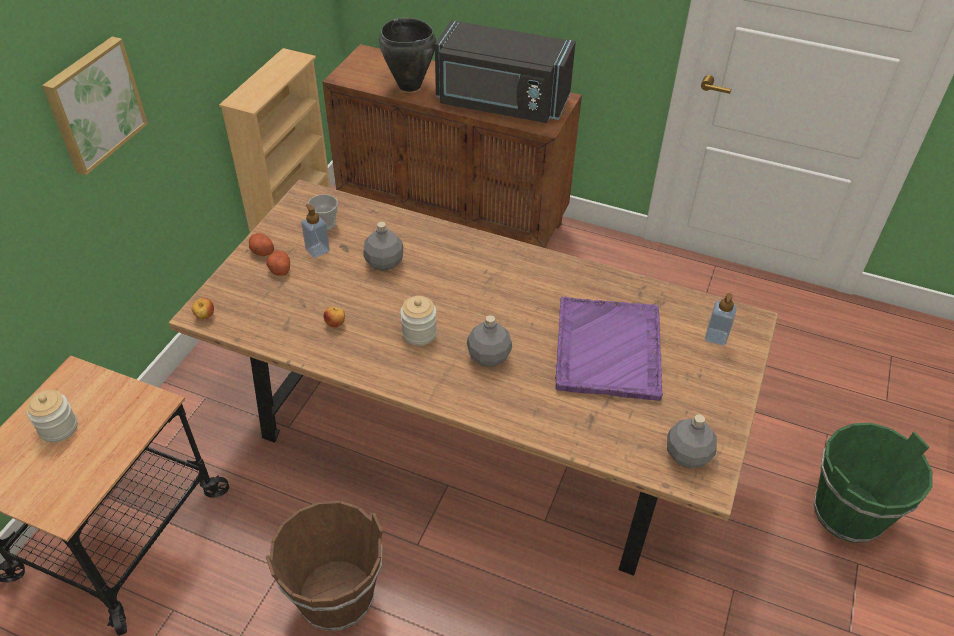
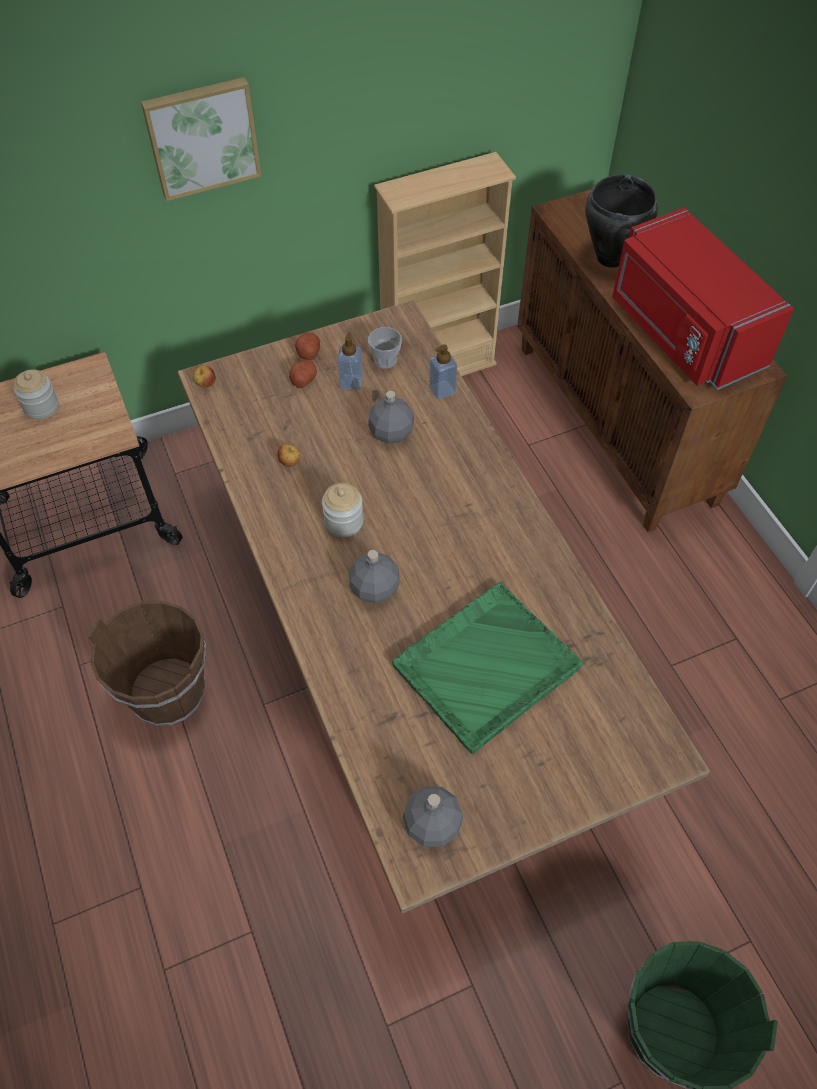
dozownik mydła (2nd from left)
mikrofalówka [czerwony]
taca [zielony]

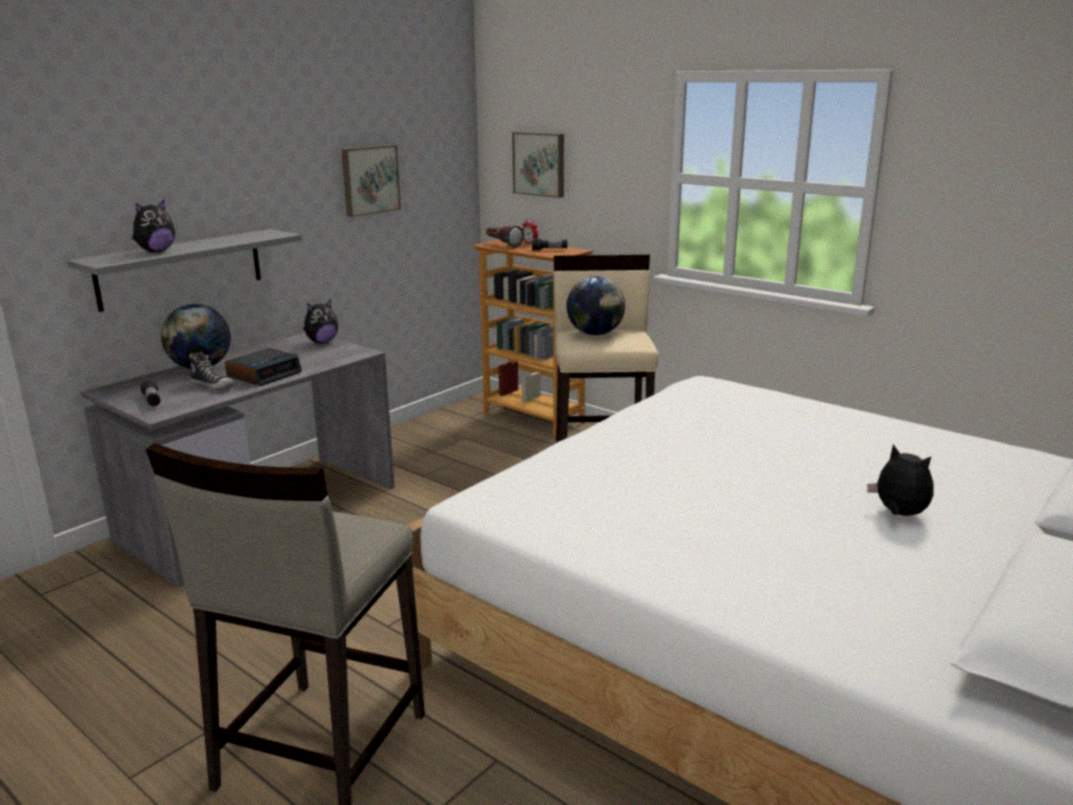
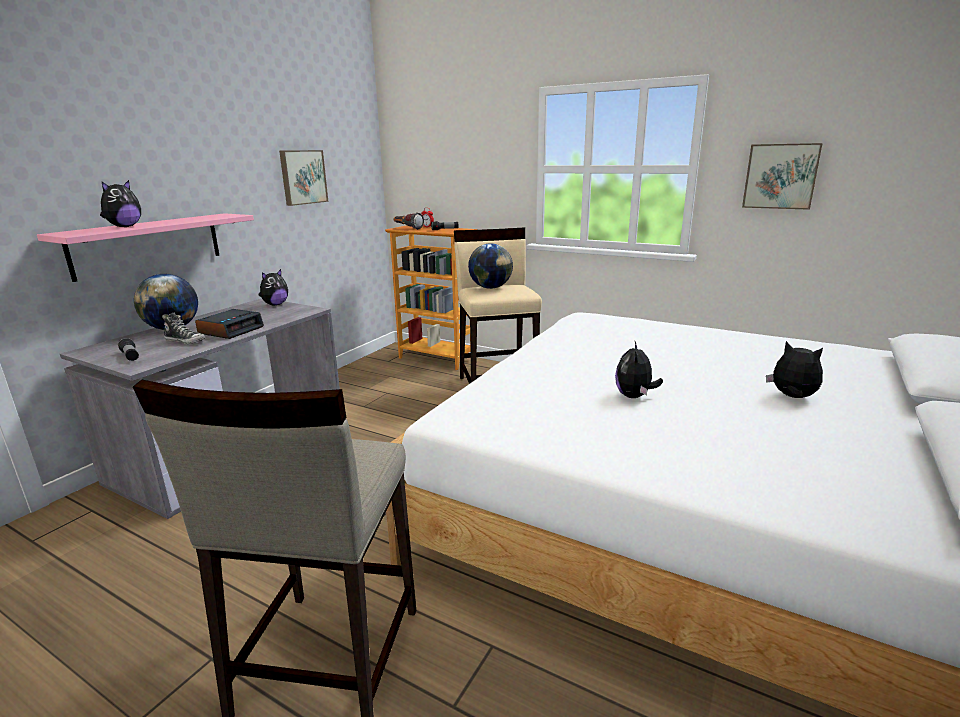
pluszak (3rd from left)
obraz (2nd from left)
półka [różowy]

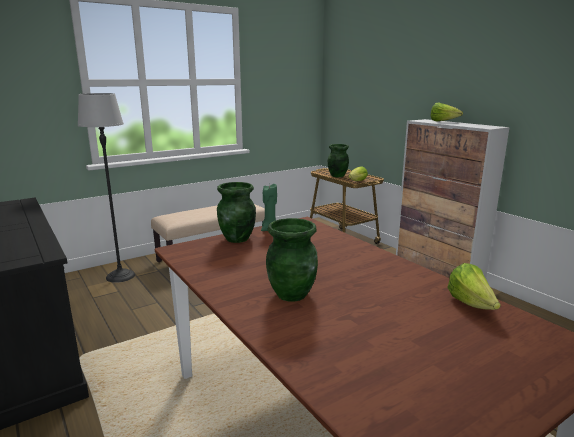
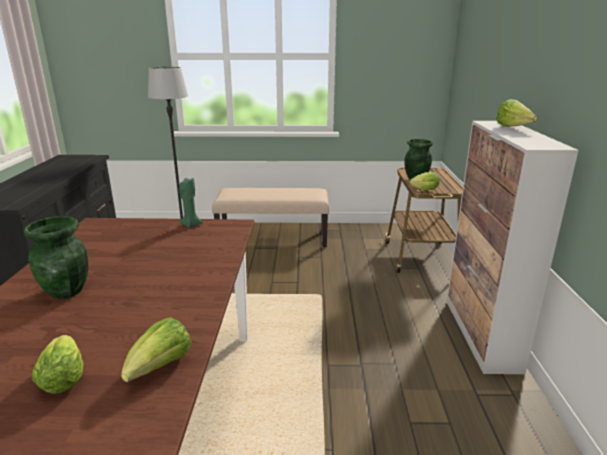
wazon [zielony] (1st from left in the first image)
sałata (1st from left)

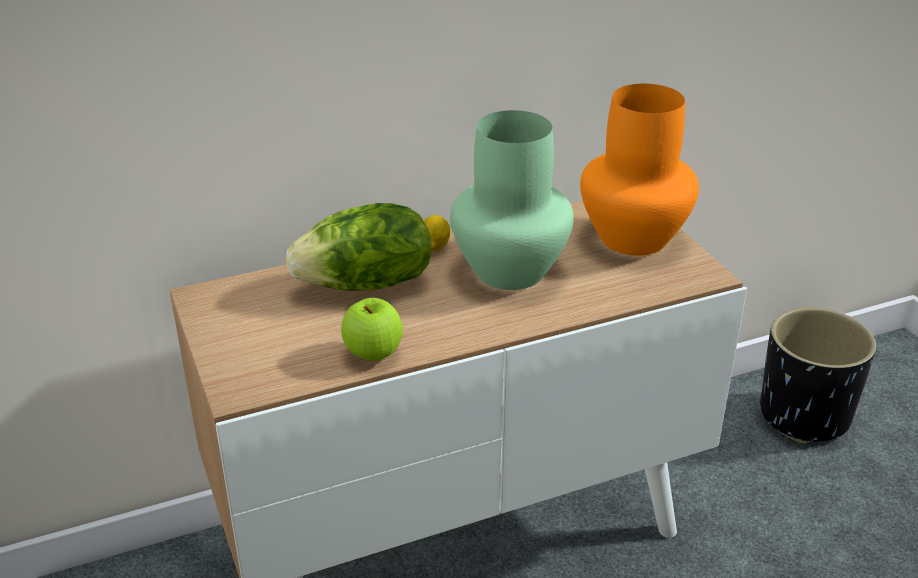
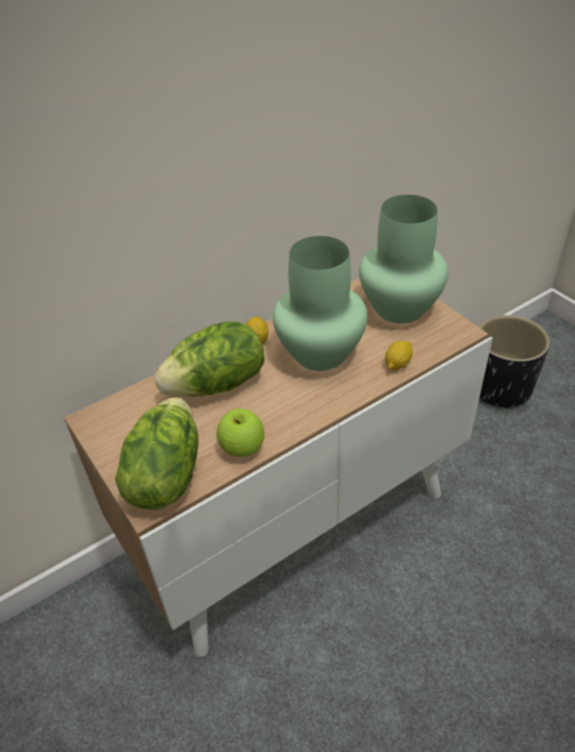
sałata (1st from left)
cytryna (2nd from left)
wazon [zielony] (2nd from left)

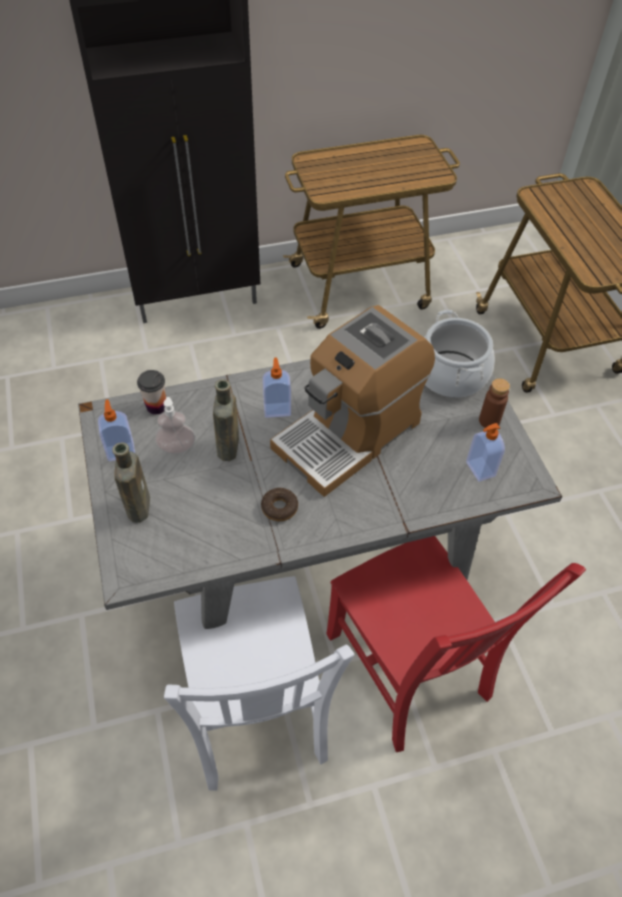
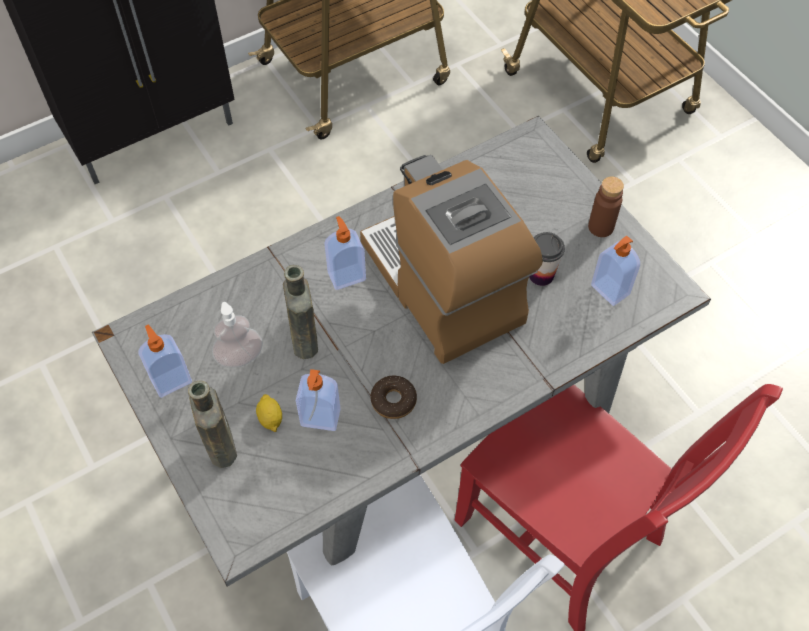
garnek
cytryna
dozownik mydła (3rd from left)
filiżanka
ekspres do kawy

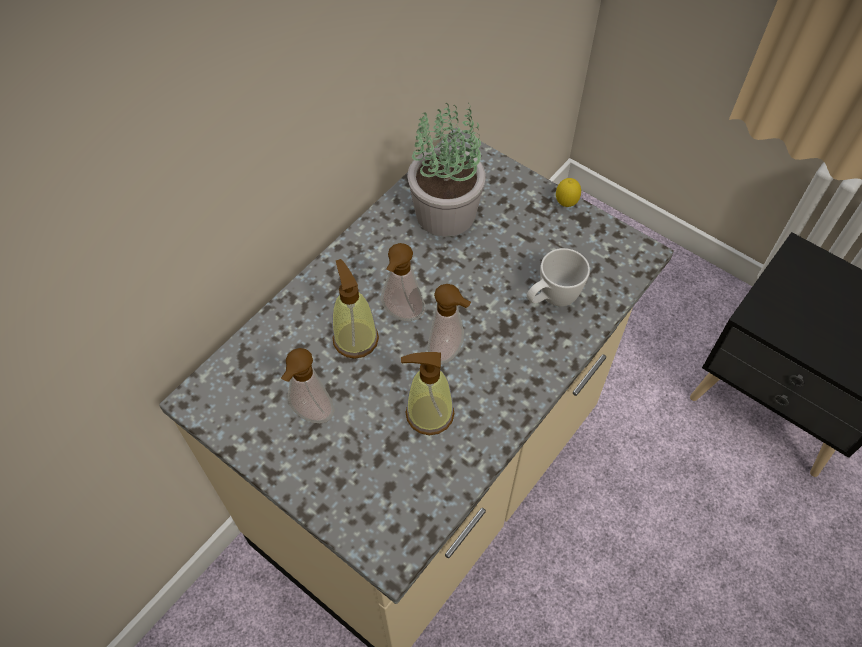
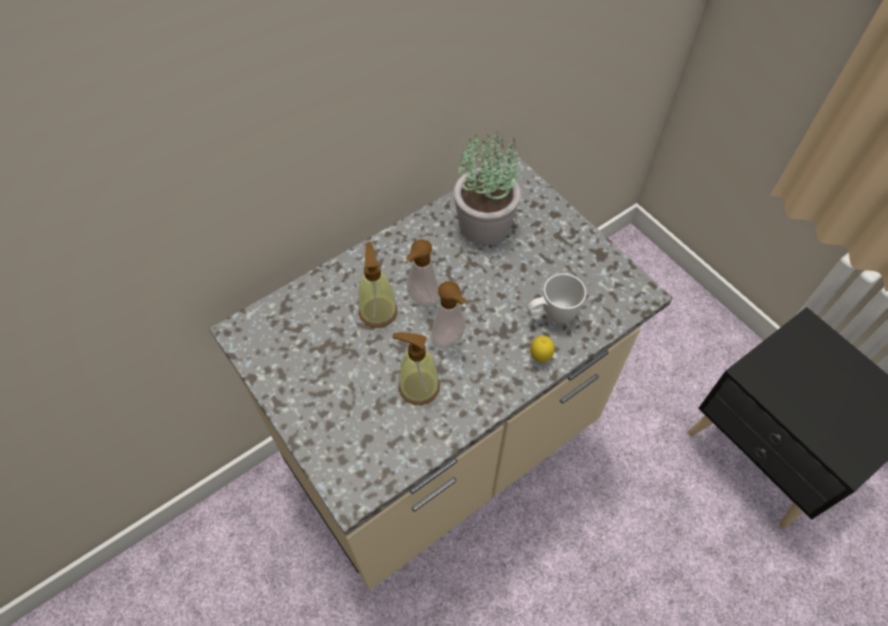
dozownik mydła (1st from left in the first image)
cytryna

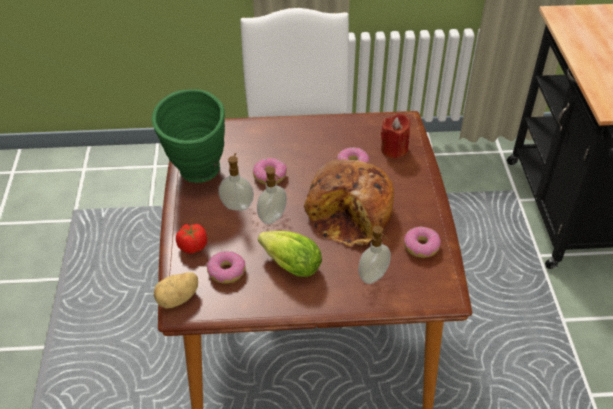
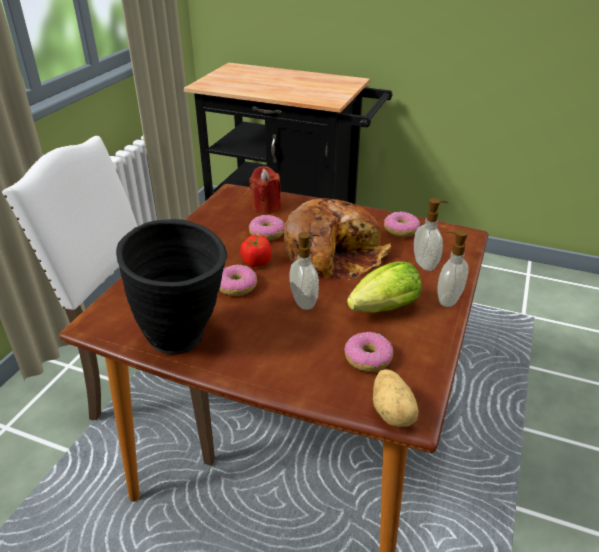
pomidor
dozownik mydła (3rd from left)
wazon [czarny]

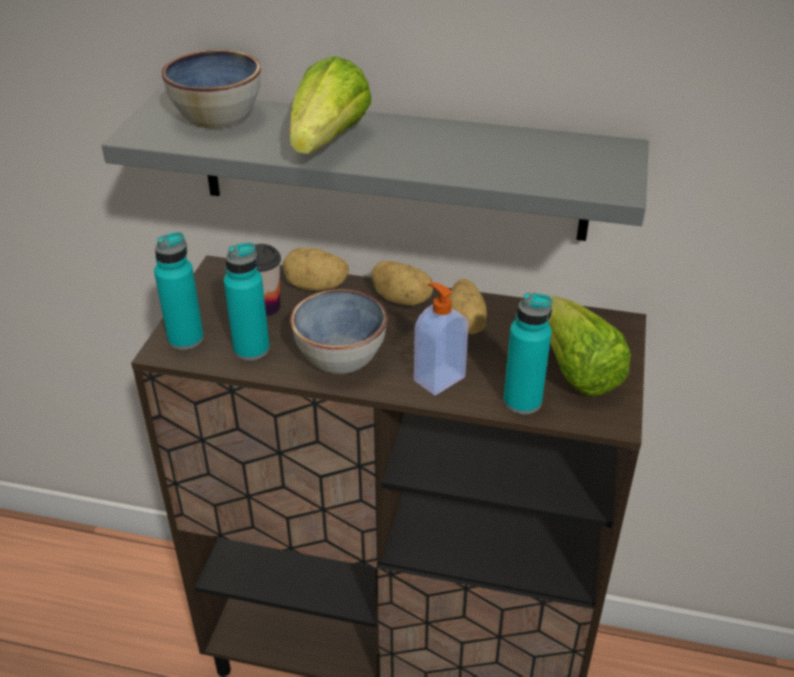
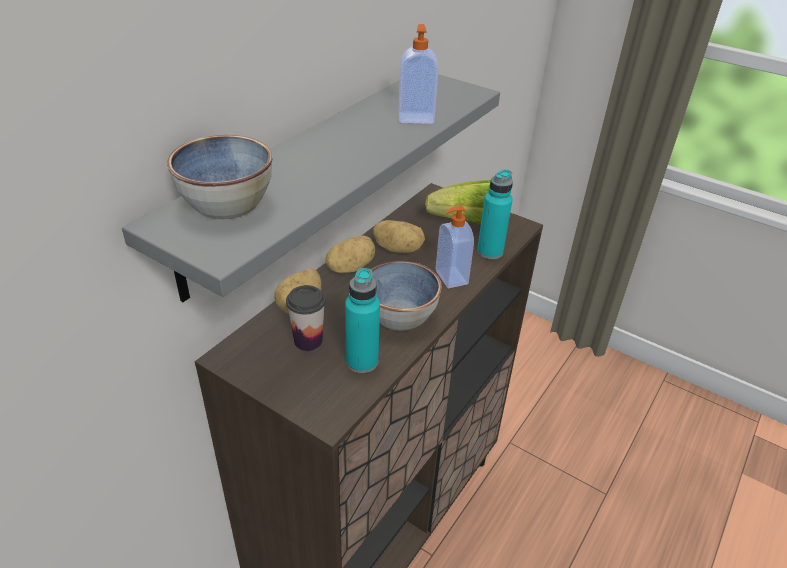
butelka [turkusowy] (1st from left in the first image)
sałata (1st from left in the first image)
dozownik mydła (1st from left)

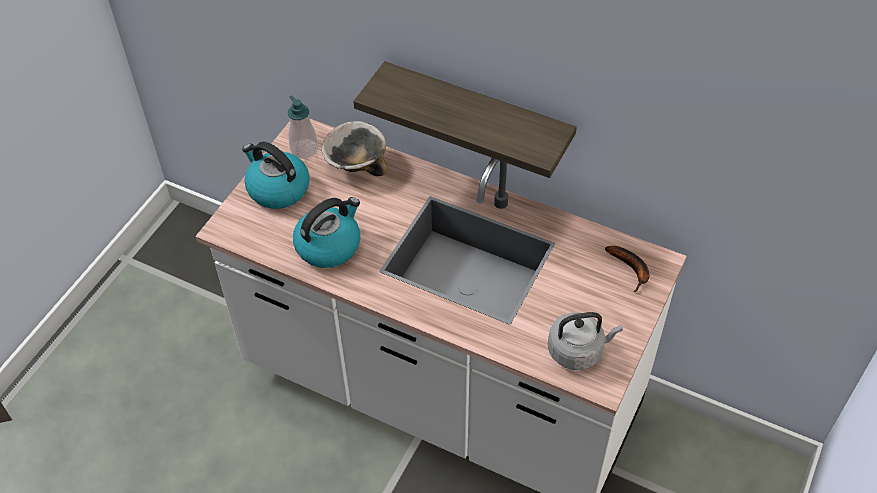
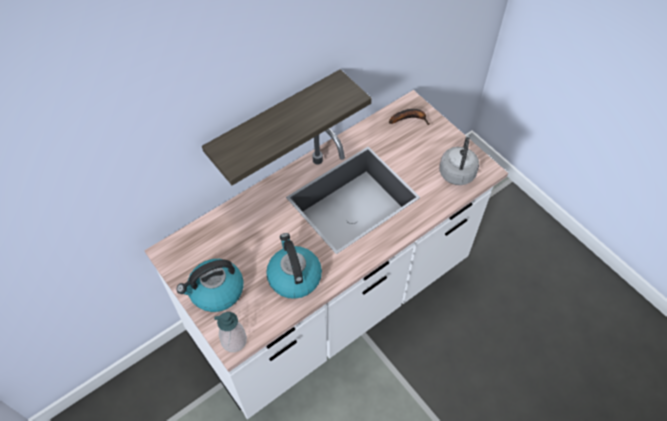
miska
dozownik mydła

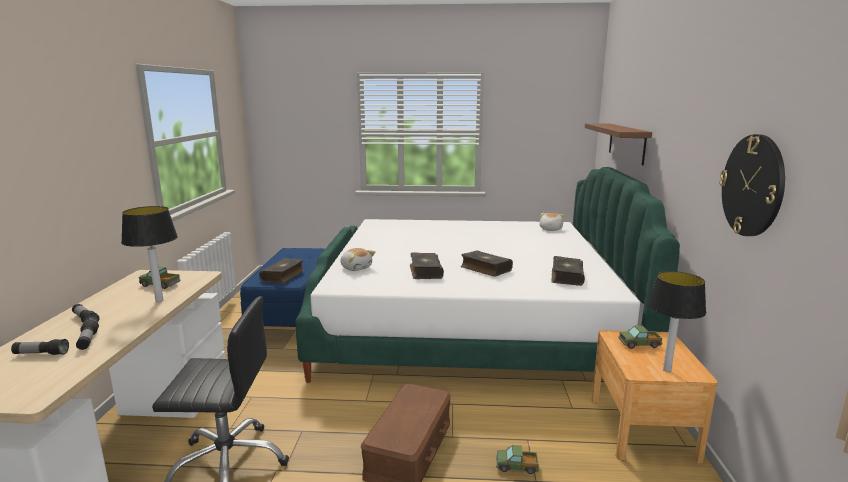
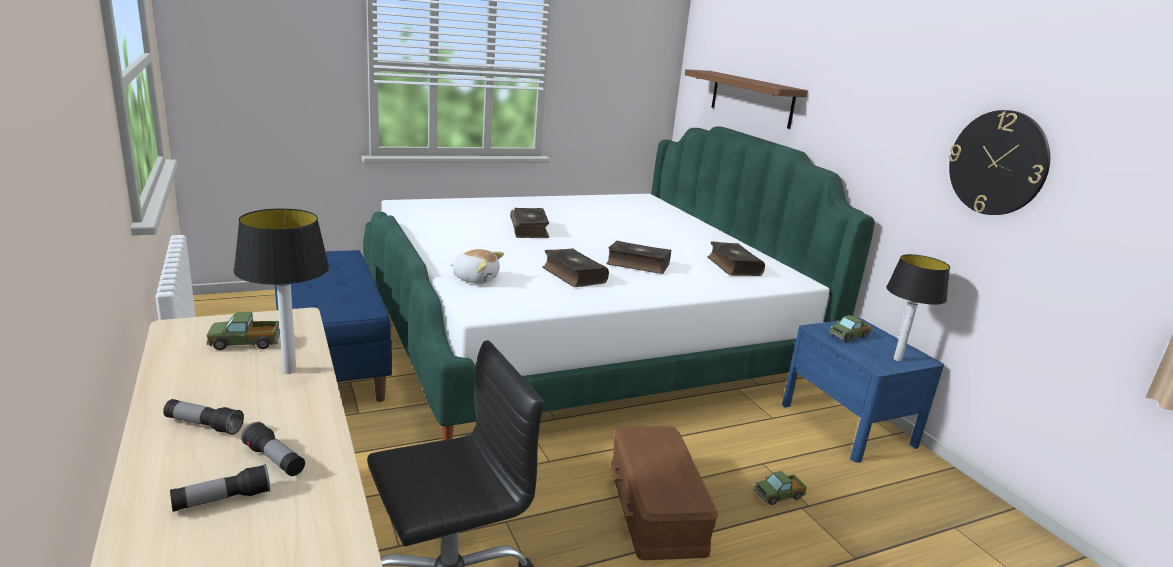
pluszak (2nd from left in the first image)
książka (1st from left)
szafka nocna [niebieski]

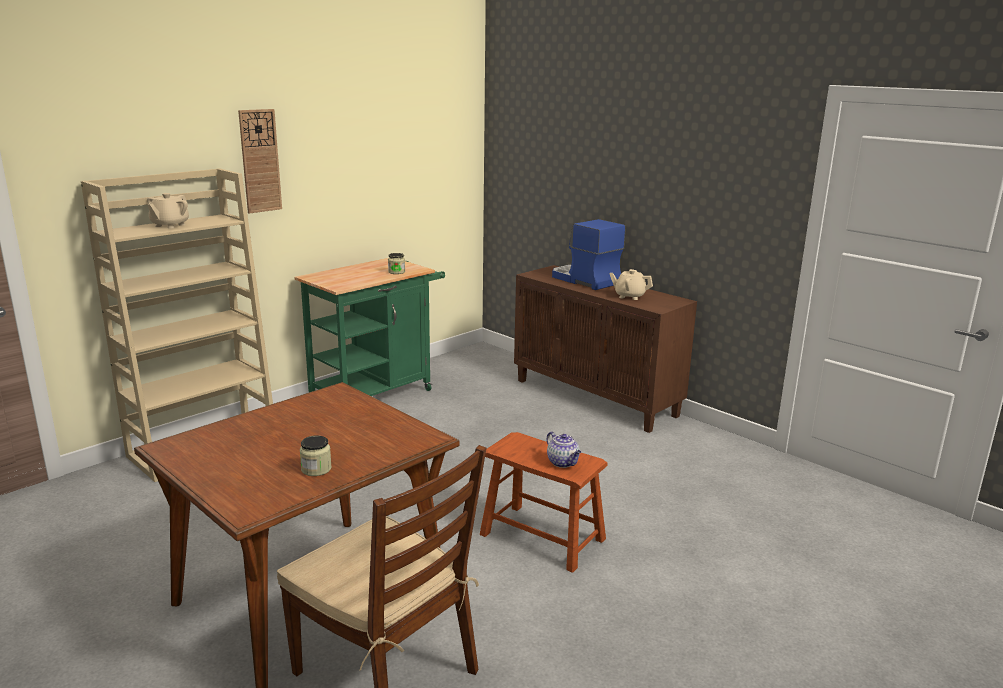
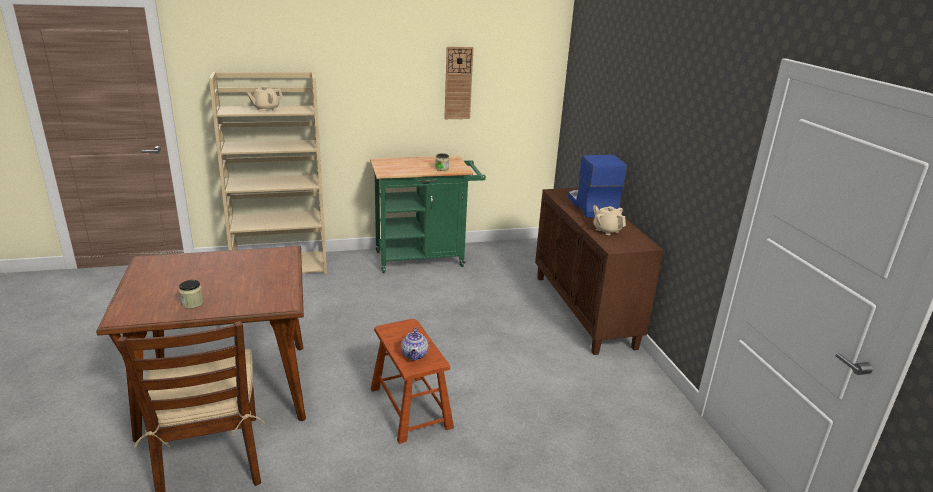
zegar ścienny

